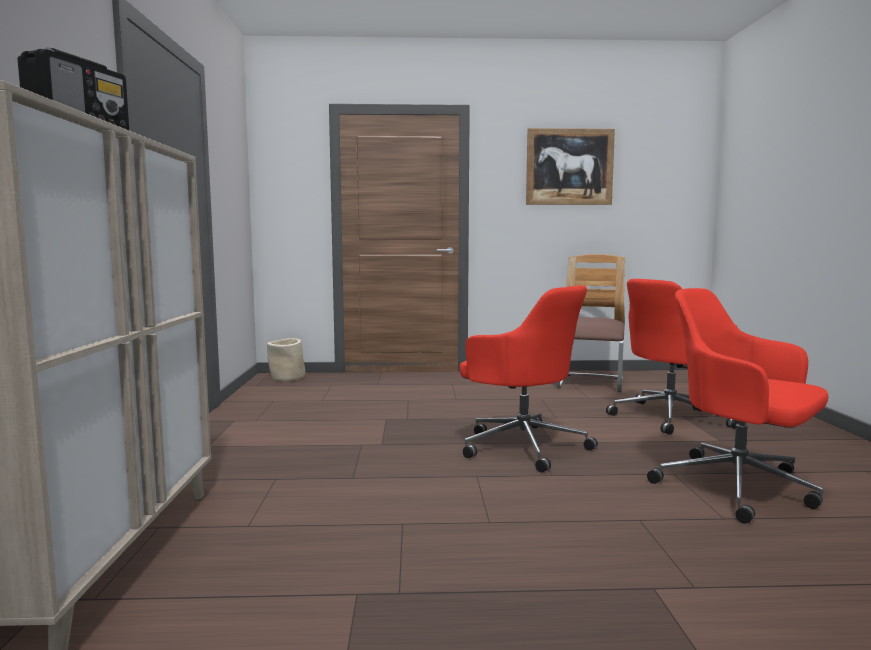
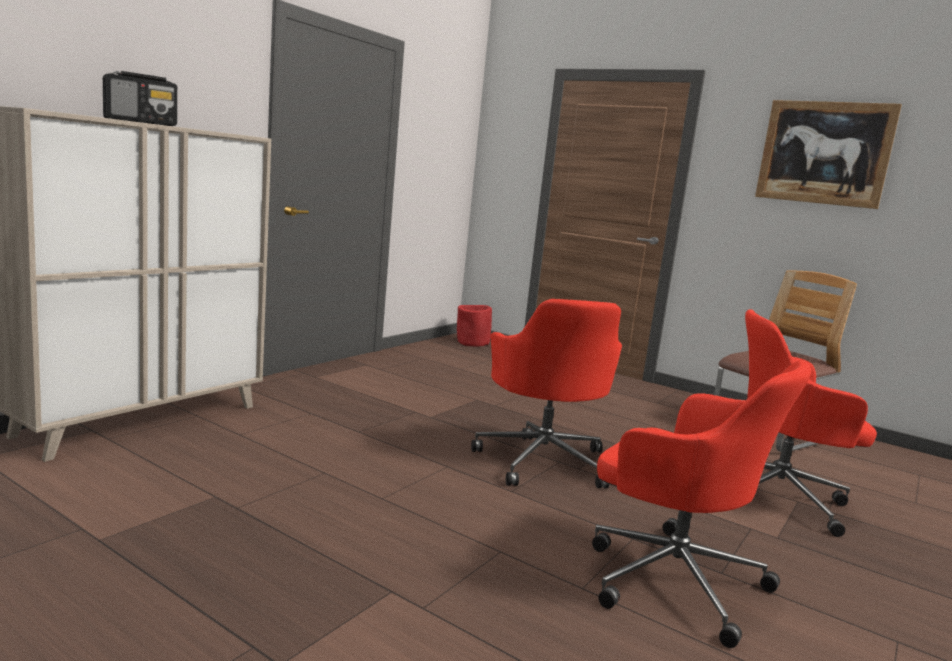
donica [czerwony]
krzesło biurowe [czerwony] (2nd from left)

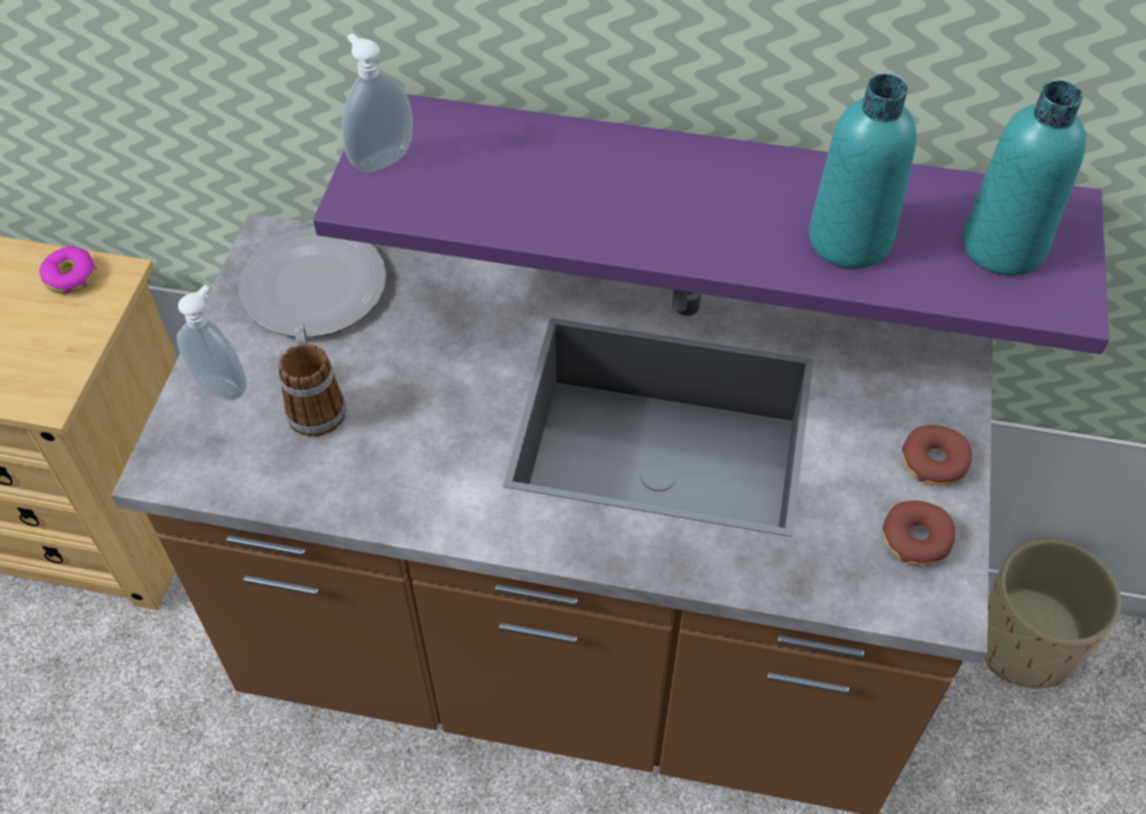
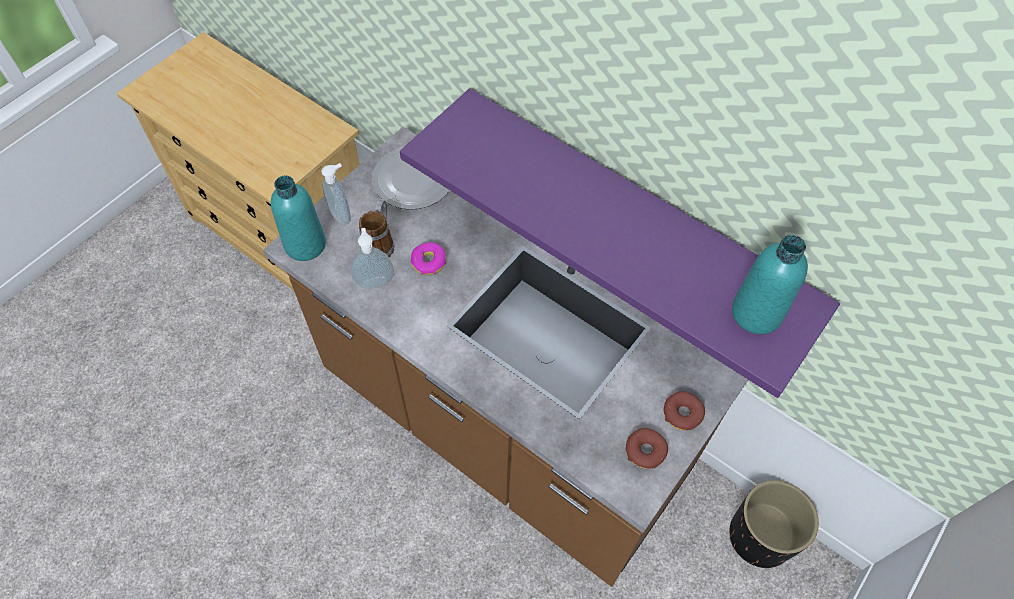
donut (1st from left)
dozownik mydła (2nd from left)
butelka [turkusowy] (1st from left)
donica [czarny]

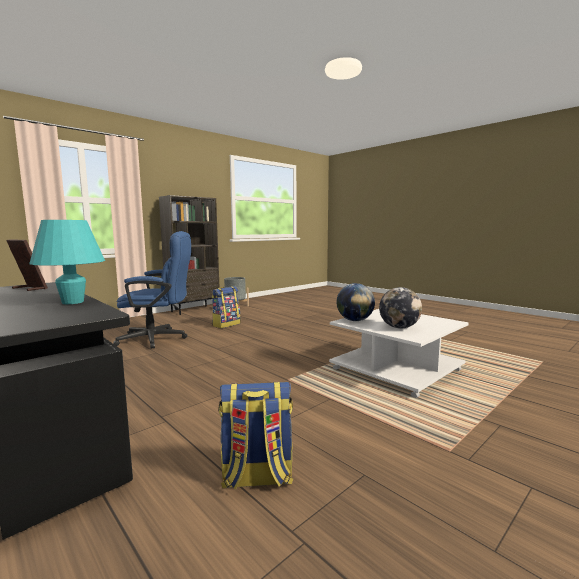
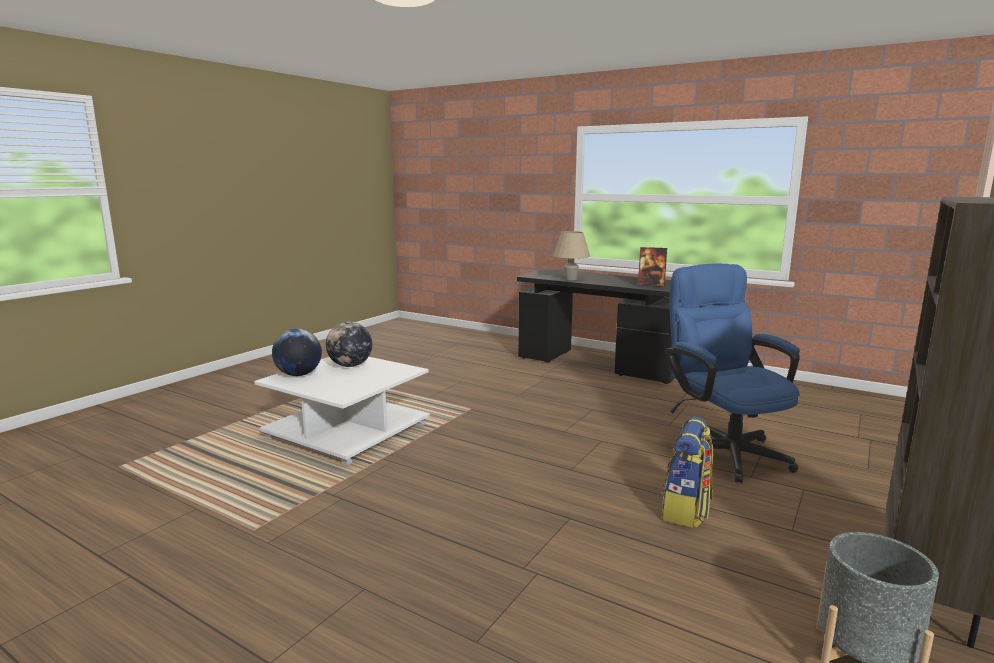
plecak (2nd from left in the first image)
globus (1st from left)
lampa stołowa [beżowy]
krzesło biurowe [niebieski]

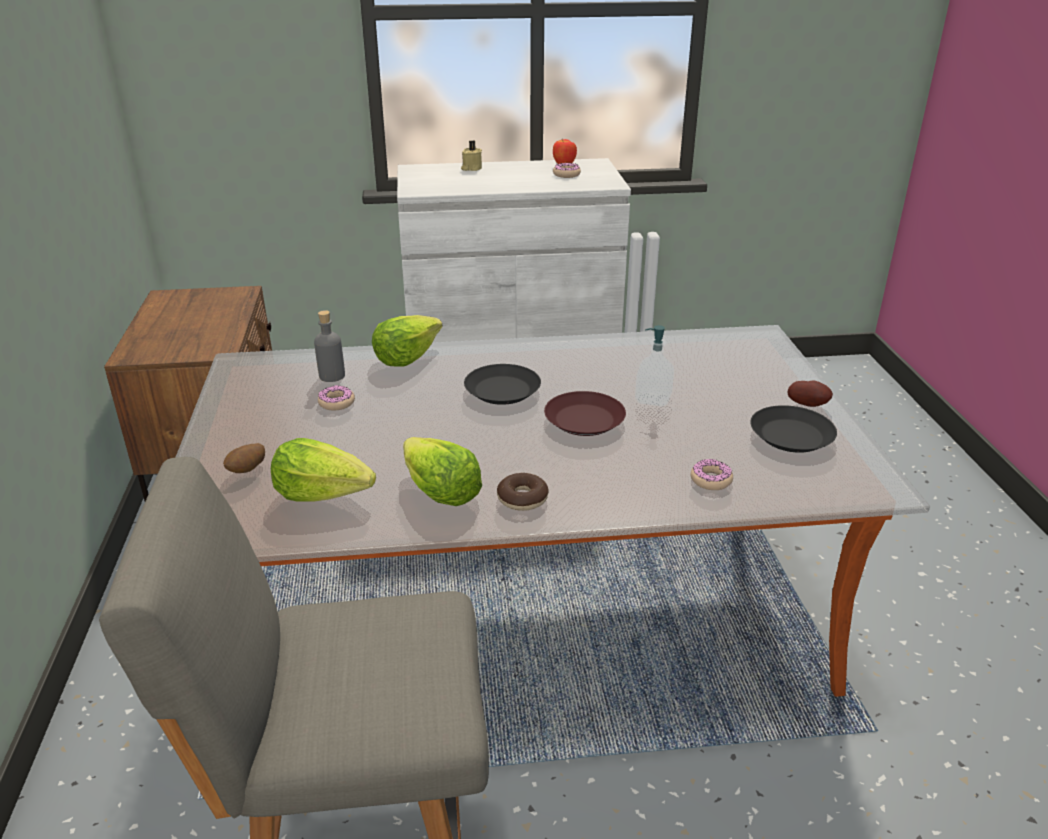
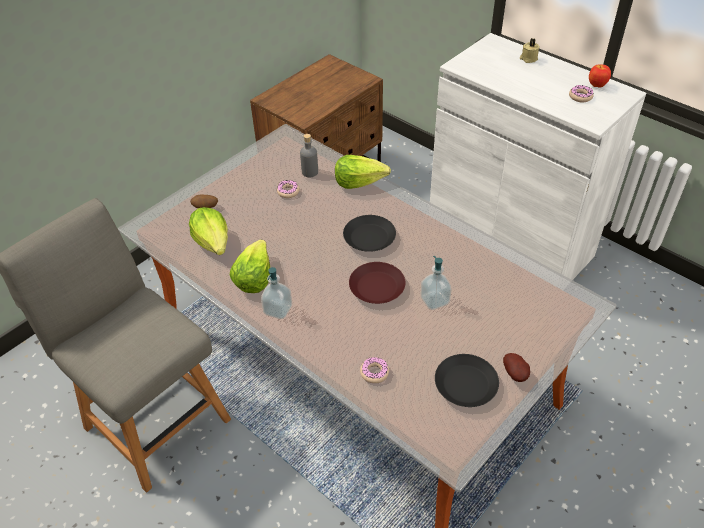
dozownik mydła (1st from left)

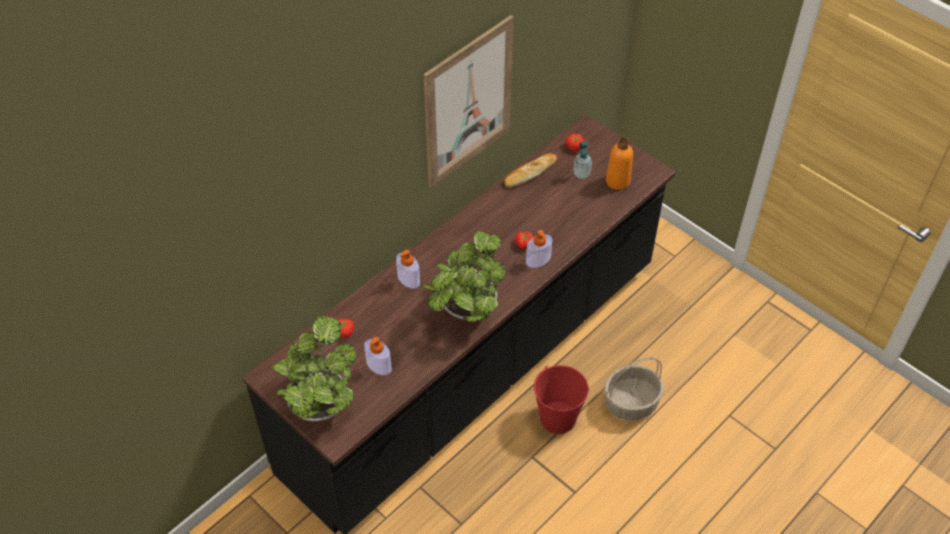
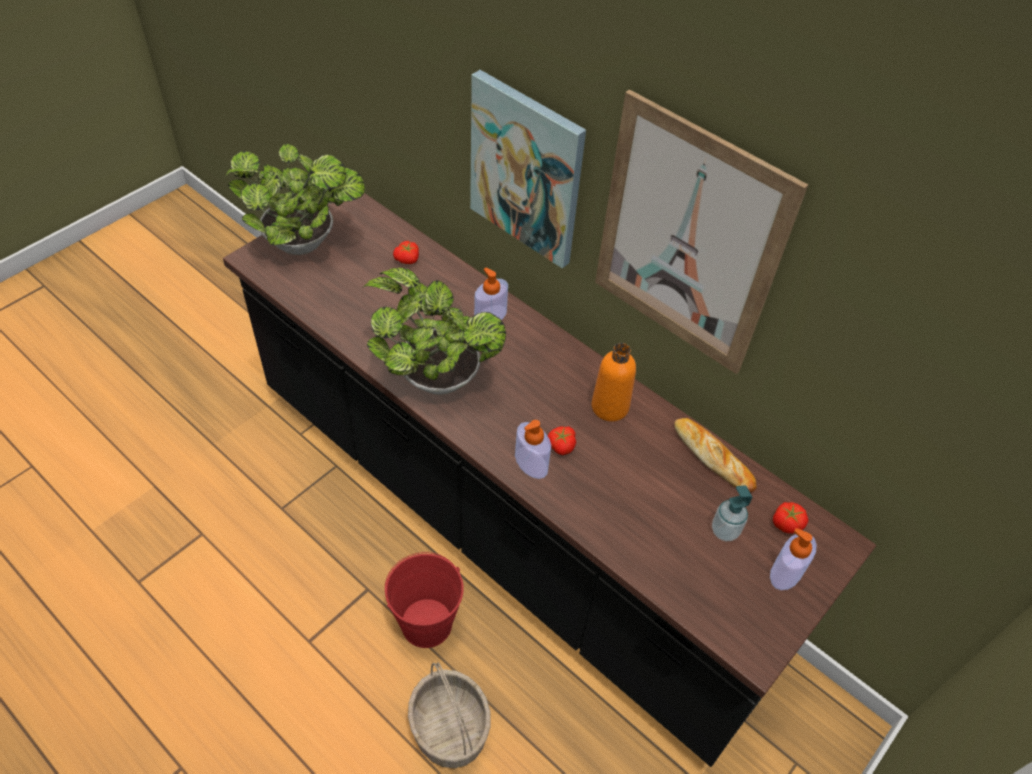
obraz (1st from left)
dozownik mydła (4th from left)
butelka [pomarańczowy]

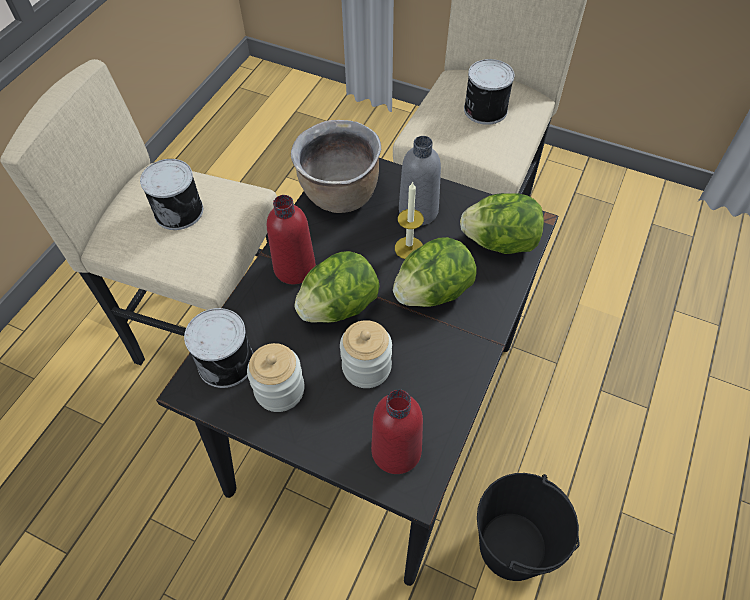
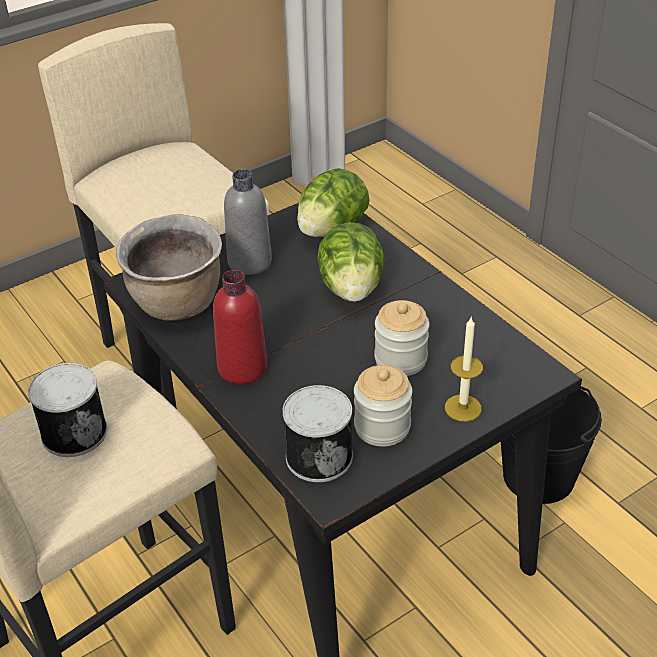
sałata (1st from left in the first image)
butelka [czerwony] (2nd from left in the first image)
puszka (3rd from left in the first image)
świeca

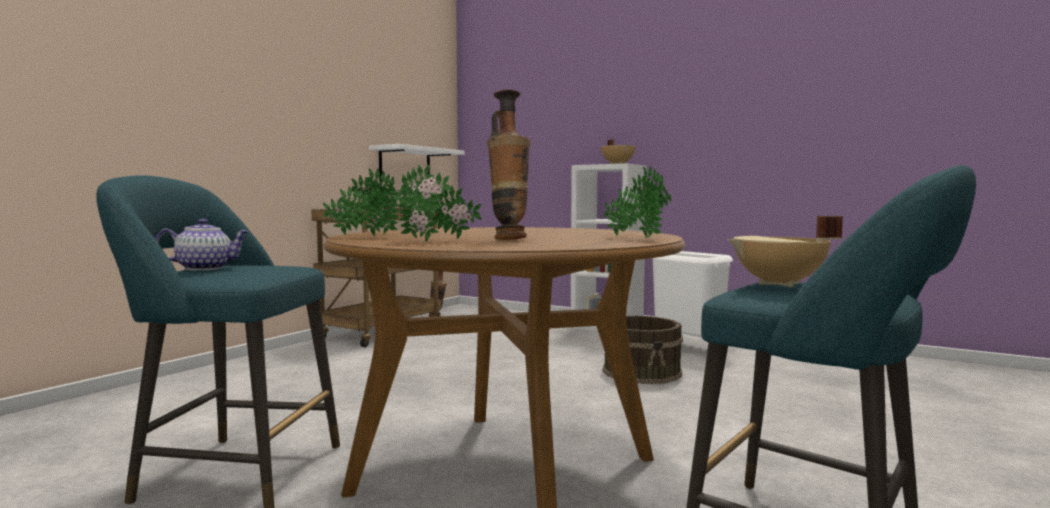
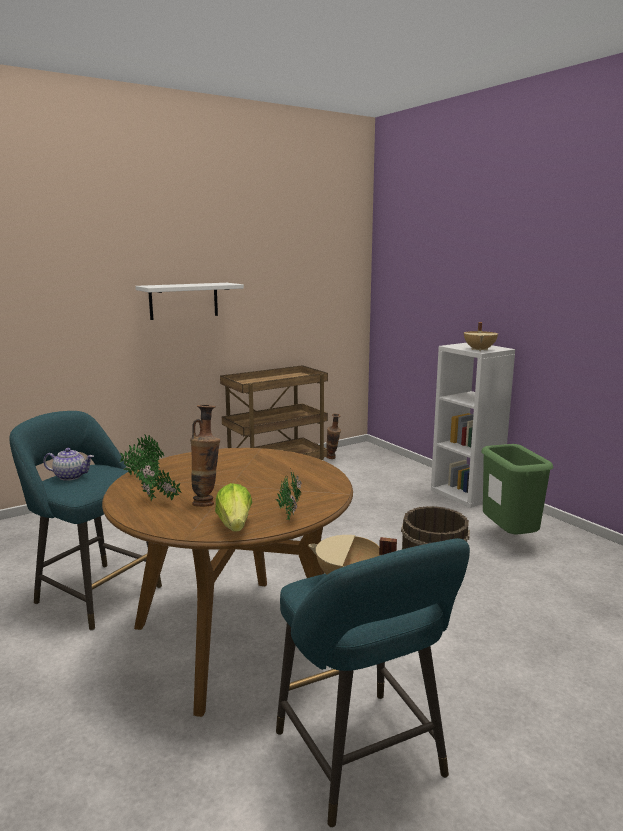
sałata
półka [biały]
kosz na śmieci [zielony]

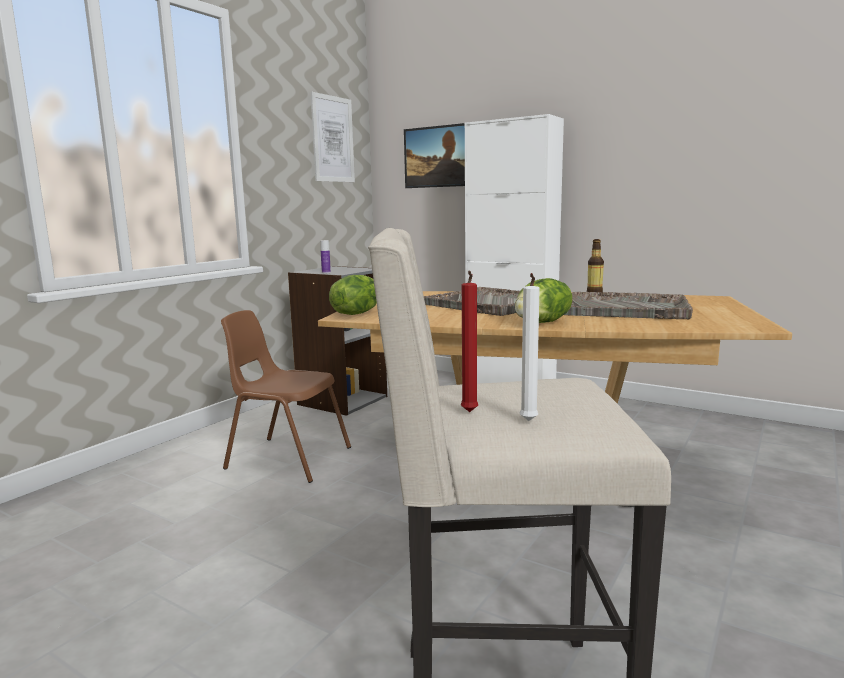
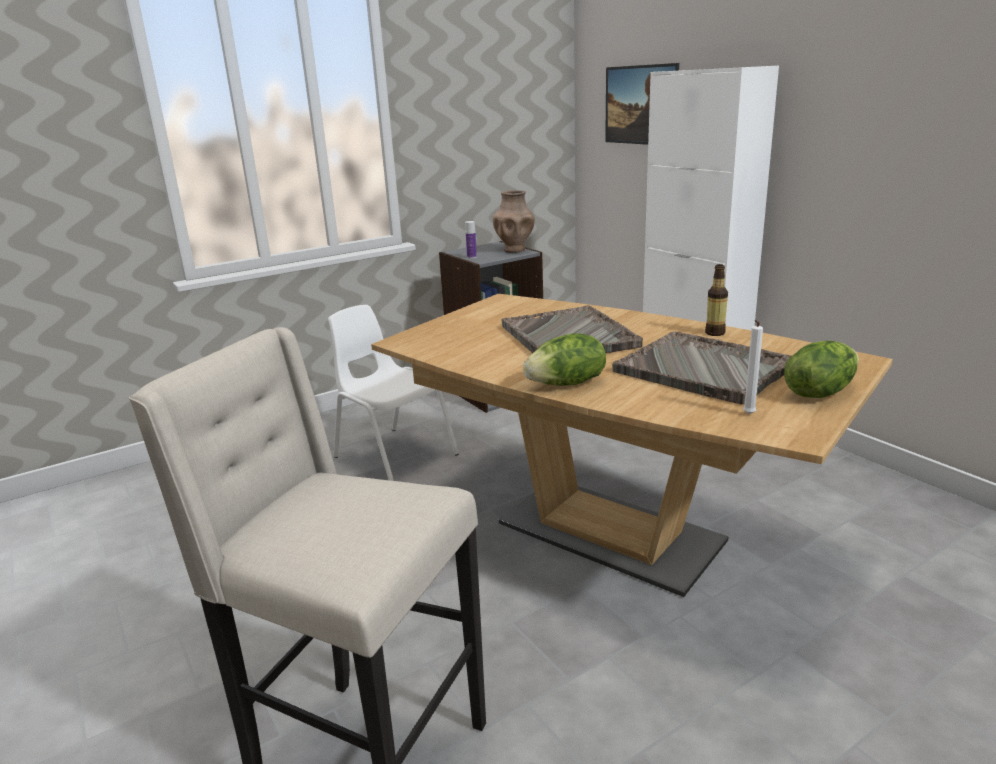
obraz (1st from left in the first image)
świeca [czerwony]
wazon [brązowy]
sałata (2nd from left)
świeca [biały]
krzesło [biały]

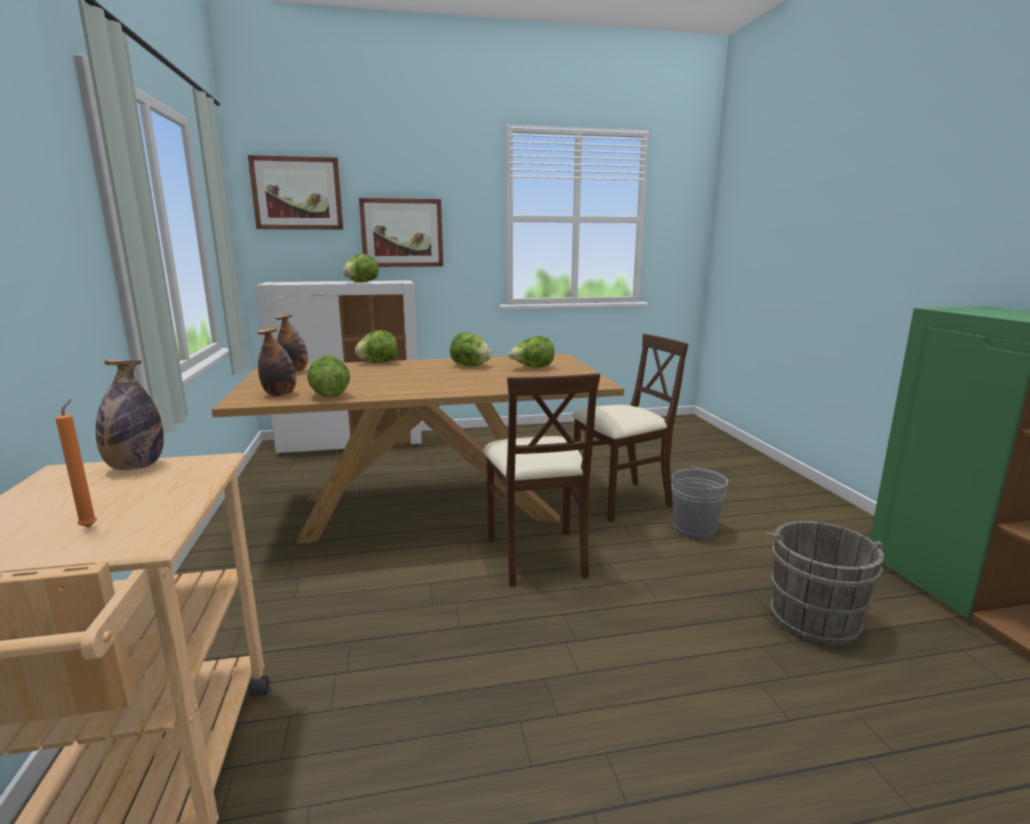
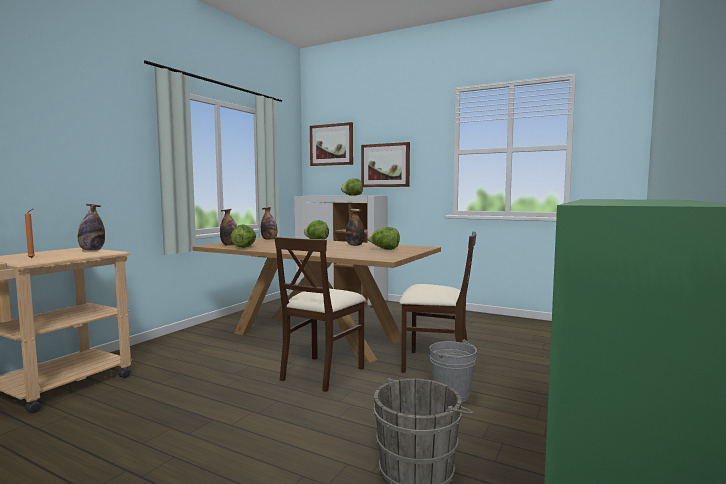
butelka (4th from left)

